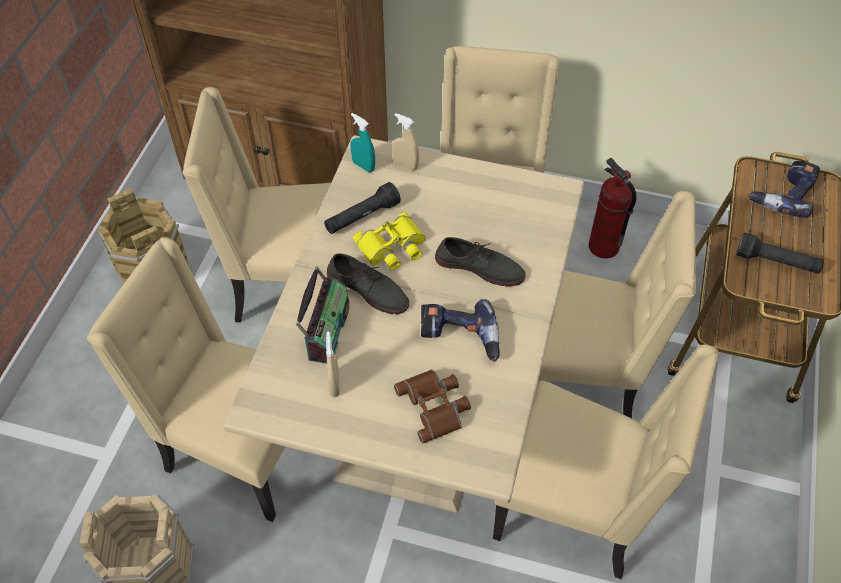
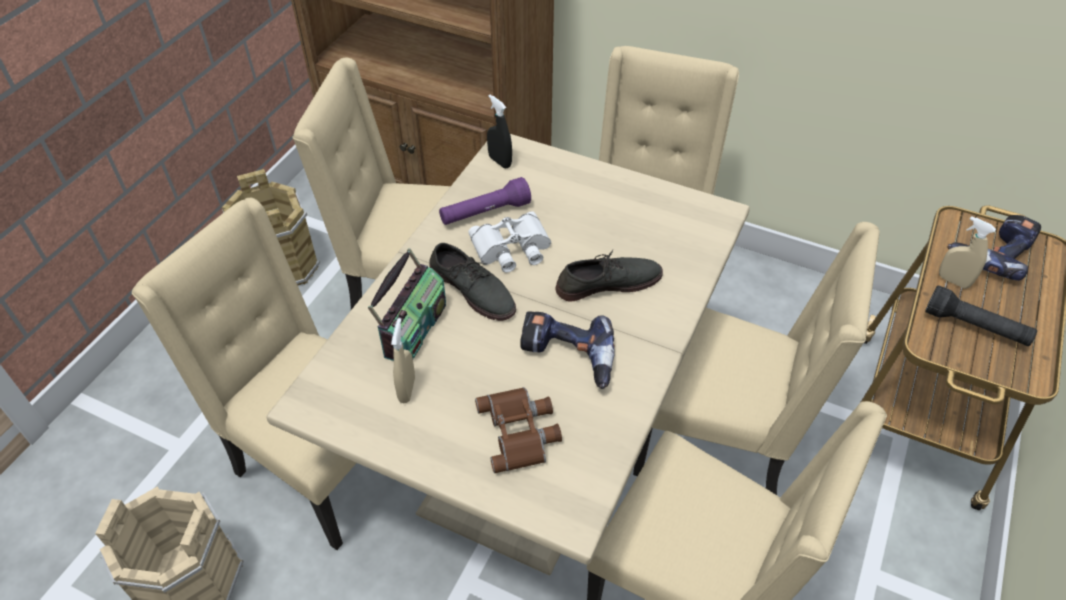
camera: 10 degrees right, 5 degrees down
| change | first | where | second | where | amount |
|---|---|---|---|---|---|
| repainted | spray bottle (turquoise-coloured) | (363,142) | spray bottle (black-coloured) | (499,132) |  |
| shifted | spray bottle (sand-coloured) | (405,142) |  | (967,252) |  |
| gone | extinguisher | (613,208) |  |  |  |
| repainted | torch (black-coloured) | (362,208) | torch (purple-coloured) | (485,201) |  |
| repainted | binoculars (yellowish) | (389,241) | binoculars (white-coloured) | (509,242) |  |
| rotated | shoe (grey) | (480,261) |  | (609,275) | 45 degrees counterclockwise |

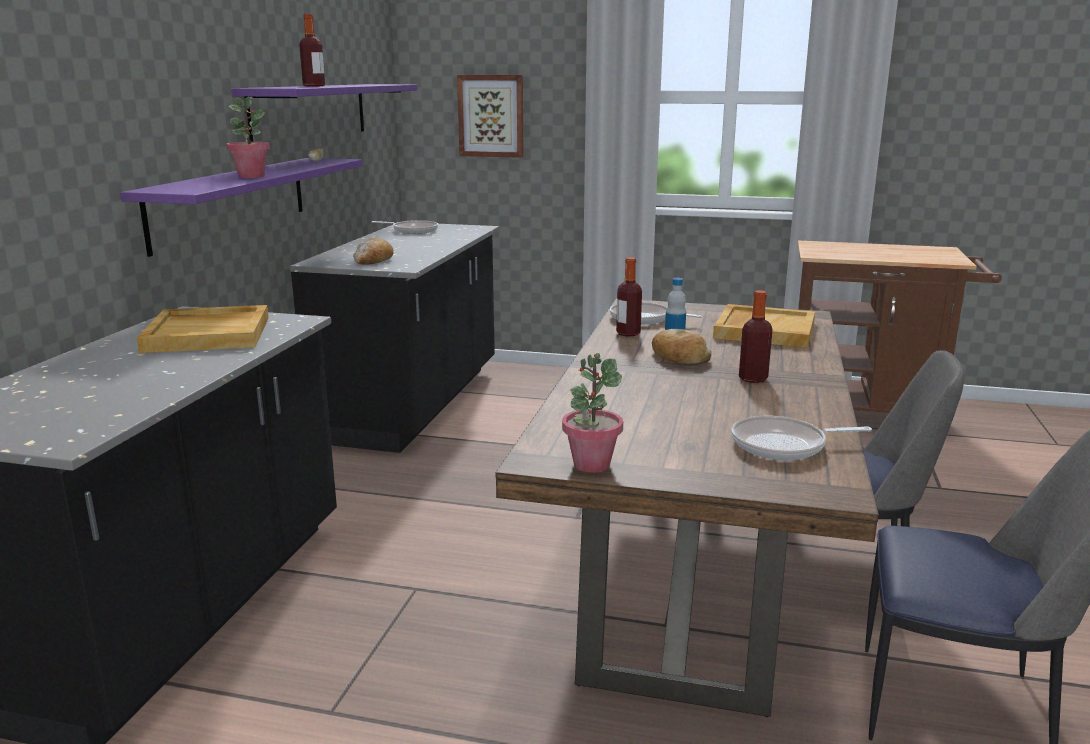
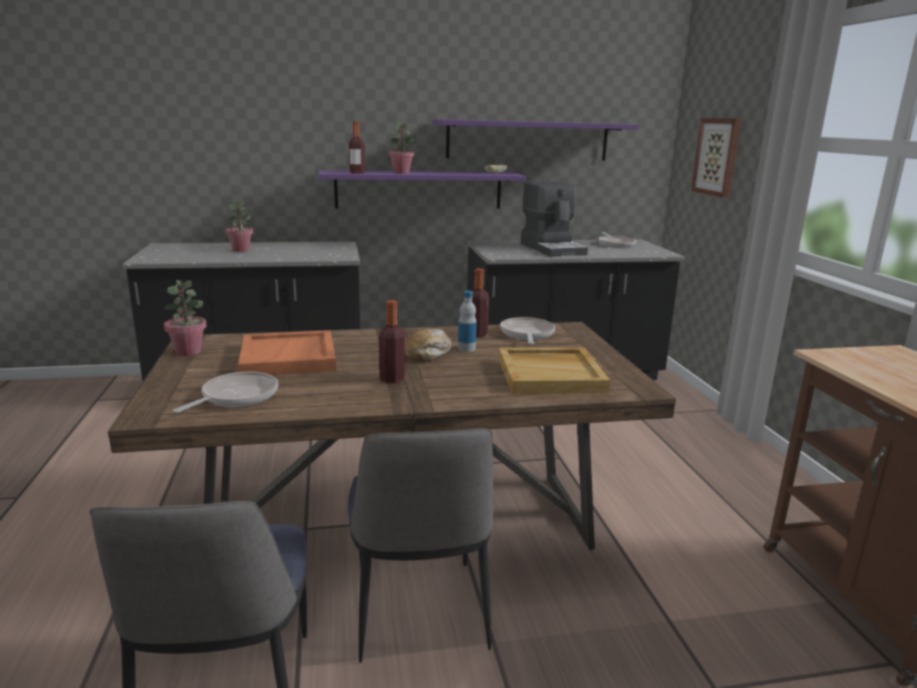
camera: 65 degrees right, 0 degrees up
| change | first | where | second | where | amount |
|---|---|---|---|---|---|
| shifted | bottle | (312,50) |  | (357,147) |  |
| gone | bakery bread | (373,251) |  |  |  |
| gone | serving tray (sand-coloured) | (203,329) |  |  |  |
| rotated | frying pan | (801,438) |  | (225,392) | 60 degrees clockwise |
| new |  |  | coffee brewer | (554,219) |  |
| new |  |  | potted plant | (239,226) |  |
| new |  |  | serving tray (orange) | (287,352) |  |

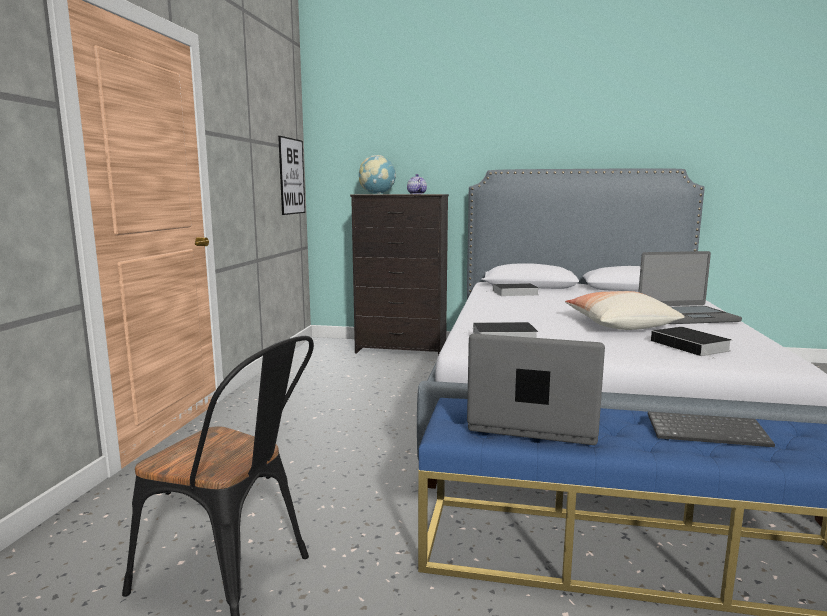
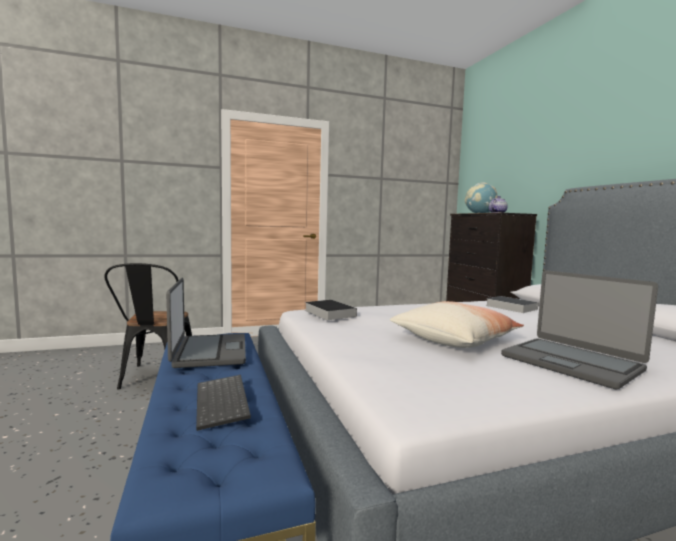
camera: 60 degrees right, 5 degrees down
| change | first | where | second | where | amount |
|---|---|---|---|---|---|
| gone | wall art | (291,175) |  |  |  |
| gone | volume | (691,343) |  |  |  |

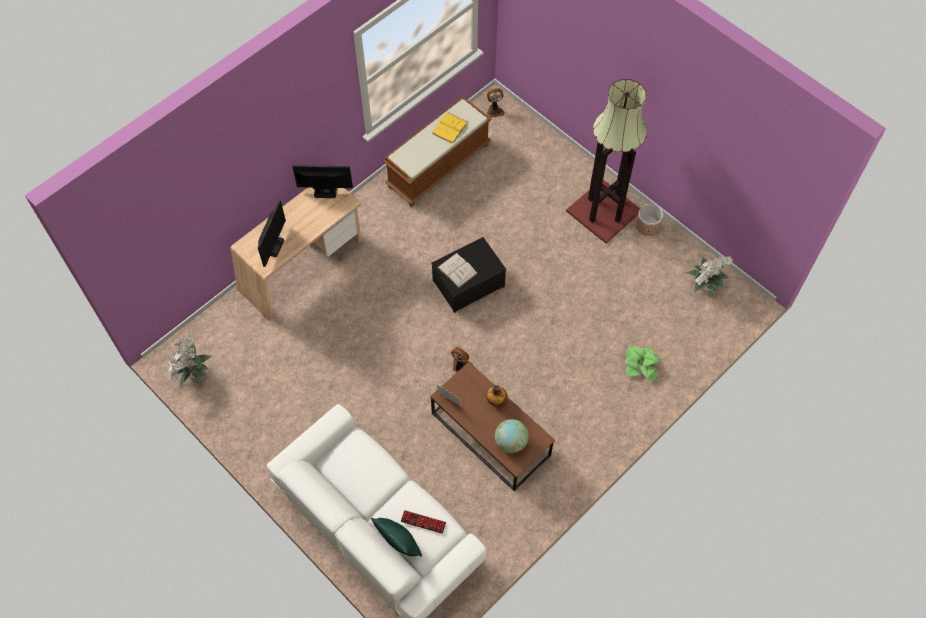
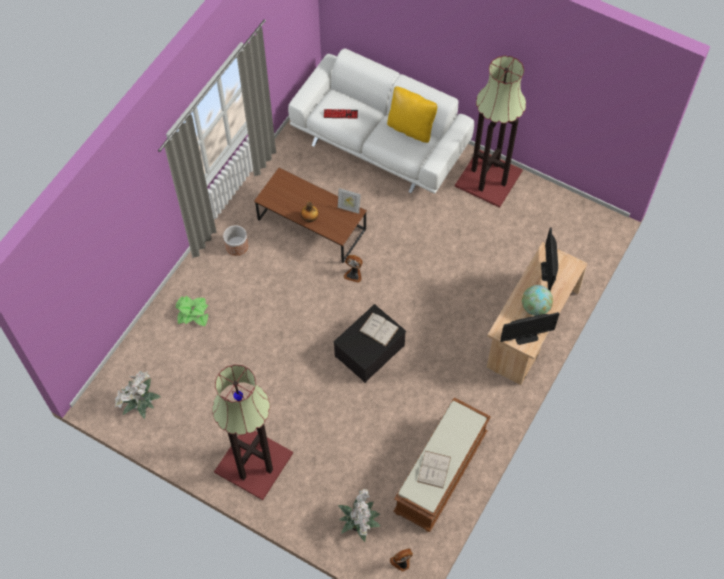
camera: 165 degrees right, 0 degrees up
| change | first | where | second | where | amount |
|---|---|---|---|---|---|
| repainted | volume (yellowish) | (450,128) | volume (white-coloured) | (434,469) |  |
| shifted | flower pot | (649,220) |  | (235,240) |  |
| shifted | potted plant | (190,360) |  | (359,515) |  |
| shifted | globe | (512,436) |  | (537,300) |  |
| gone | pillow (green-coloured) | (396,537) |  |  |  |
| new |  |  | standing lamp | (490,131) |  |
| new |  |  | pillow (yellowish) | (412,114) |  |

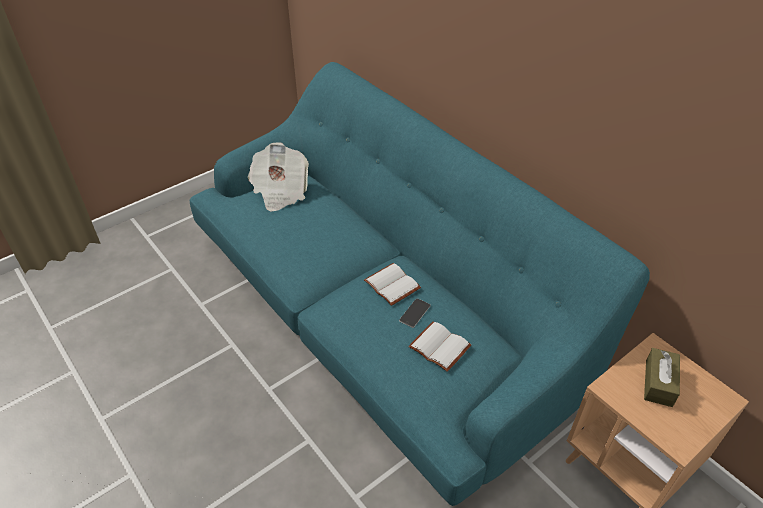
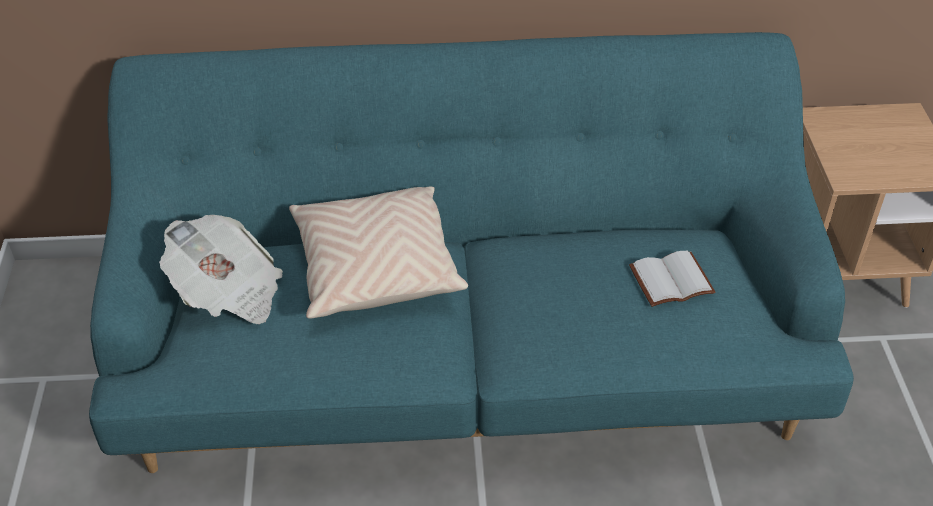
camera: 55 degrees left, 0 degrees up
| change | first | where | second | where | amount |
|---|---|---|---|---|---|
| gone | volume (white-coloured) | (392,284) |  |  |  |
| gone | phone | (415,313) |  |  |  |
| gone | box of tissues (brown-coloured) | (662,377) |  |  |  |
| new |  |  | pillow (sand-coloured) | (378,253) |  |

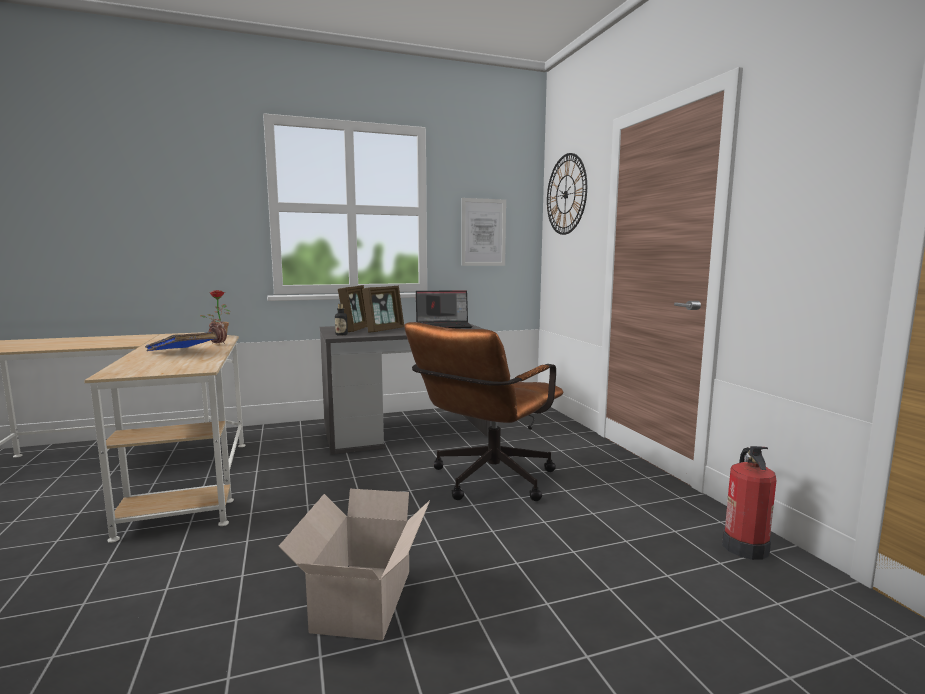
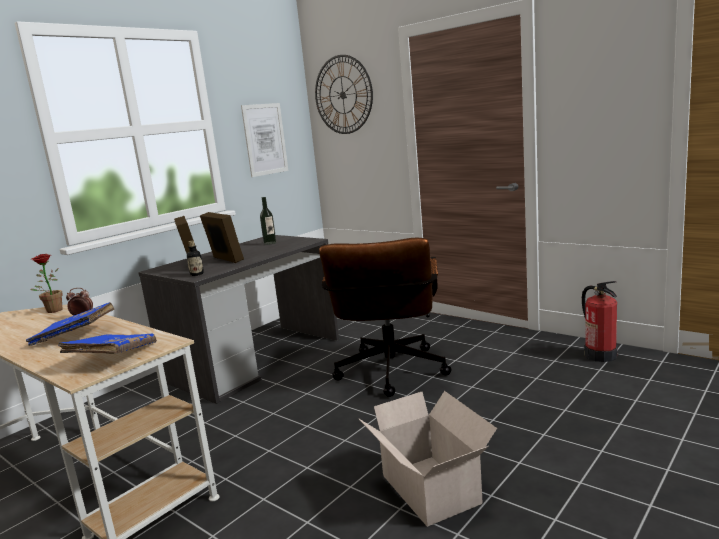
camera: 30 degrees left, 5 degrees up
| change | first | where | second | where | amount |
|---|---|---|---|---|---|
| rotated | standing frame | (383,309) |  | (222,237) | 45 degrees counterclockwise |
| swapped | laptop | (444,309) | bottle | (268,221) |  |
| new |  |  | volume (blue-coloured) | (107,344) |  |

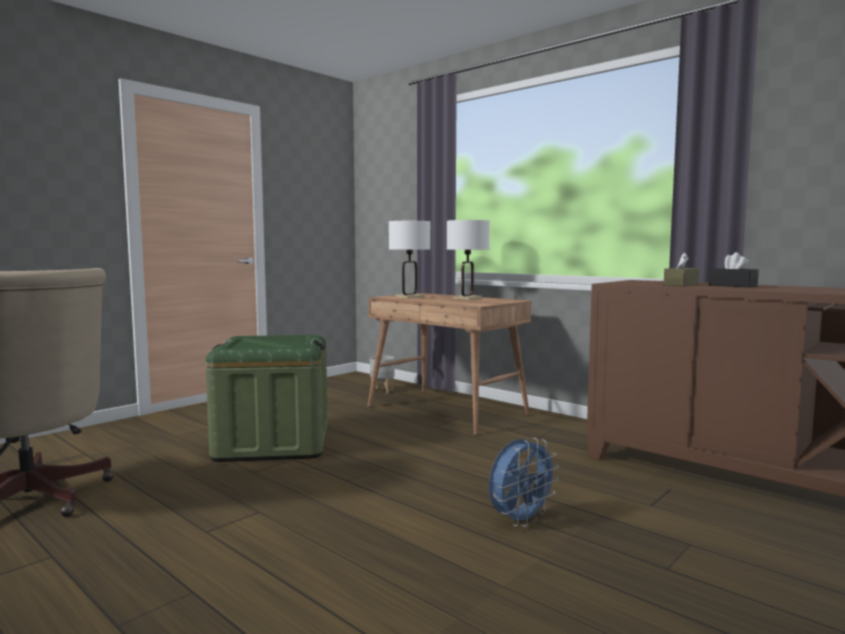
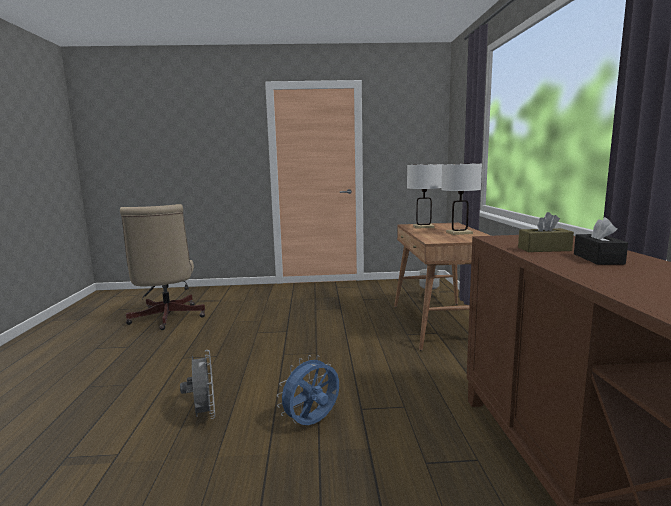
camera: 45 degrees right, 5 degrees up
| change | first | where | second | where | amount |
|---|---|---|---|---|---|
| gone | storage box (green-coloured) | (266,398) |  |  |  |
| rotated | fan (blue-coloured) | (524,482) |  | (308,390) | 135 degrees clockwise |
| new |  |  | fan (grey) | (197,384) |  |

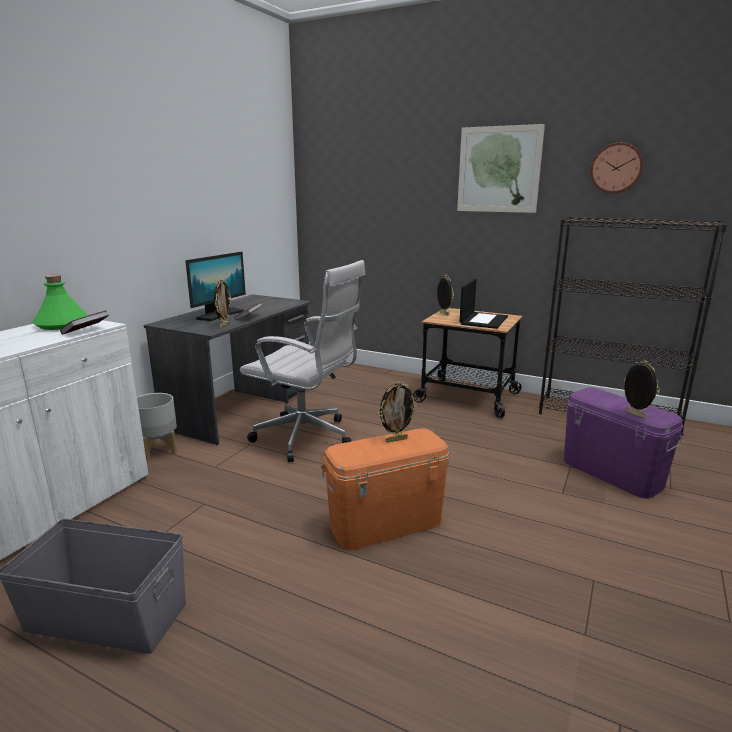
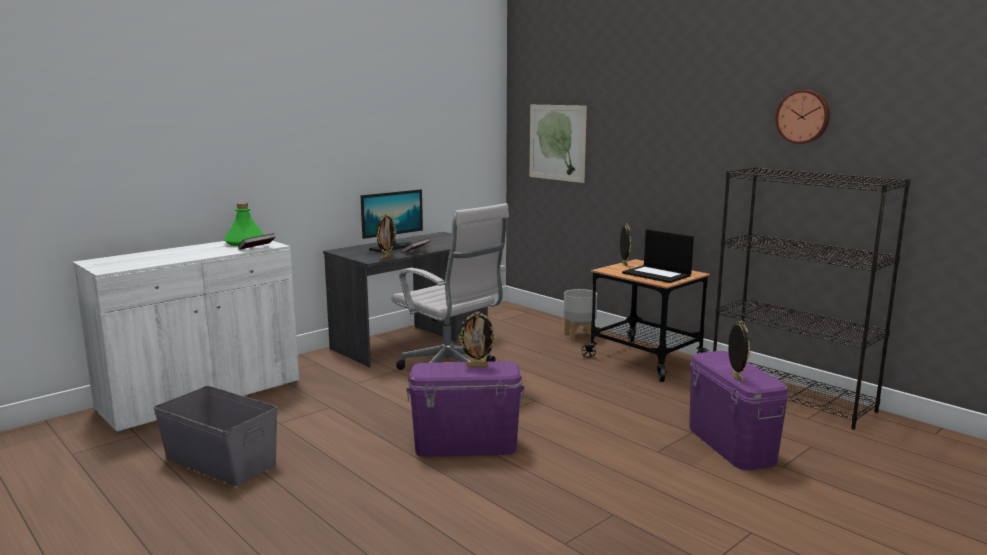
camera: 20 degrees right, 5 degrees down
| change | first | where | second | where | amount |
|---|---|---|---|---|---|
| shifted | wall art | (501,168) |  | (558,144) |  |
| rotated | laptop | (483,304) |  | (658,256) | 90 degrees clockwise |
| shifted | flower pot (grey) | (157,427) |  | (580,315) |  |
| repainted | storage box (orange) | (386,489) | storage box (purple-coloured) | (465,409) |  |

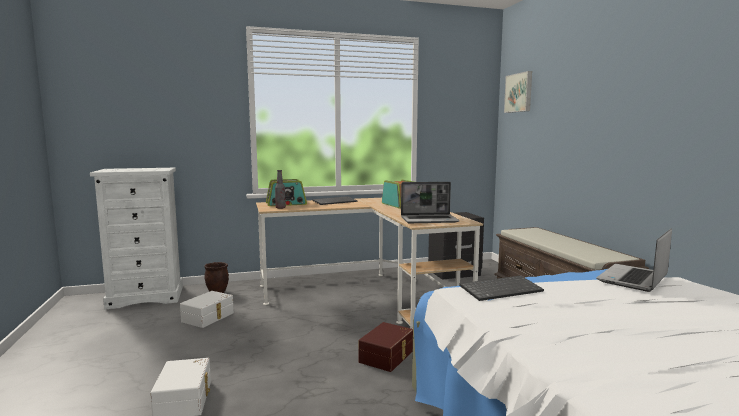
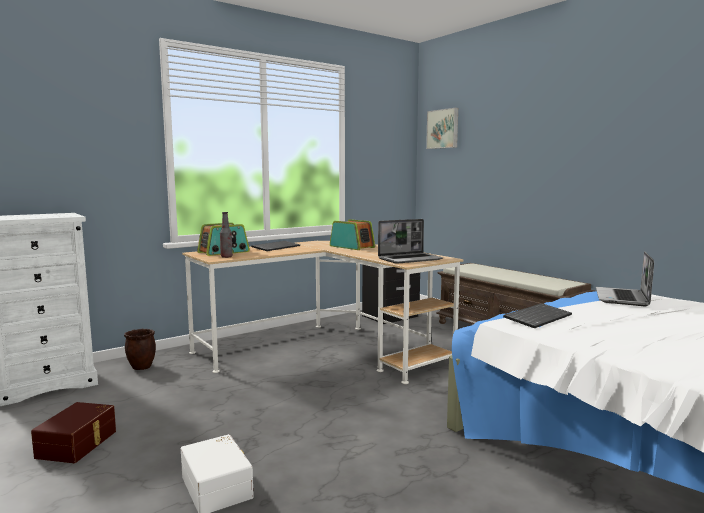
camera: 20 degrees left, 0 degrees up
| change | first | where | second | where | amount |
|---|---|---|---|---|---|
| gone | storage box (white-coloured) | (207,309) |  |  |  |
| shifted | storage box (brown-coloured) | (386,347) |  | (73,432) |  |

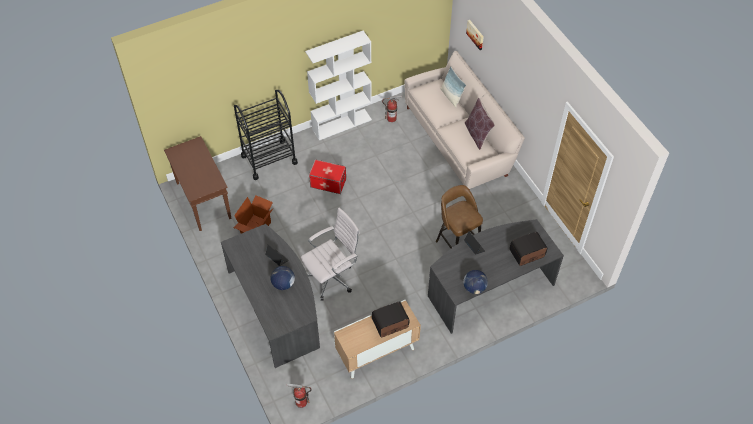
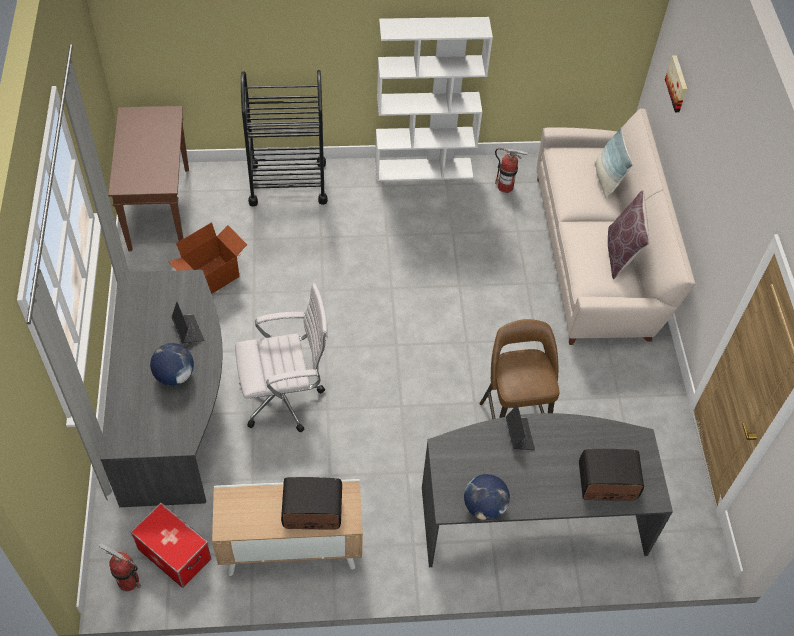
camera: 20 degrees right, 0 degrees up
| change | first | where | second | where | amount |
|---|---|---|---|---|---|
| shifted | storage box | (327,177) |  | (171,545) |  |

